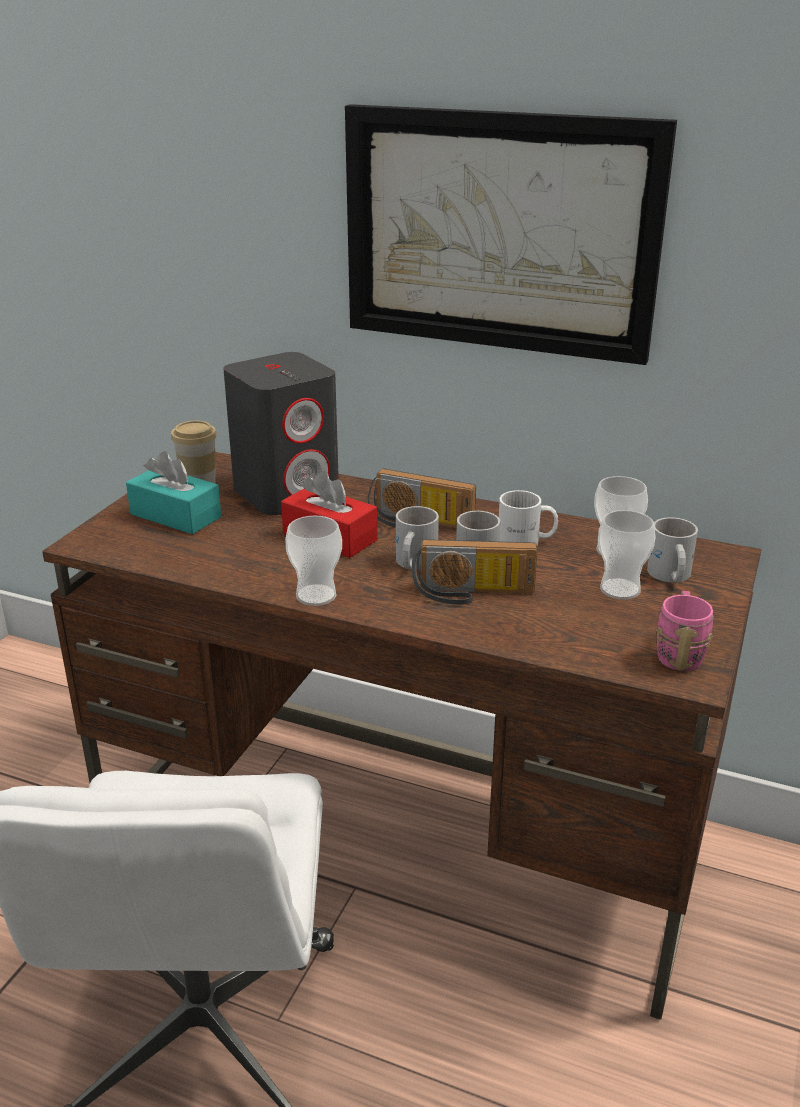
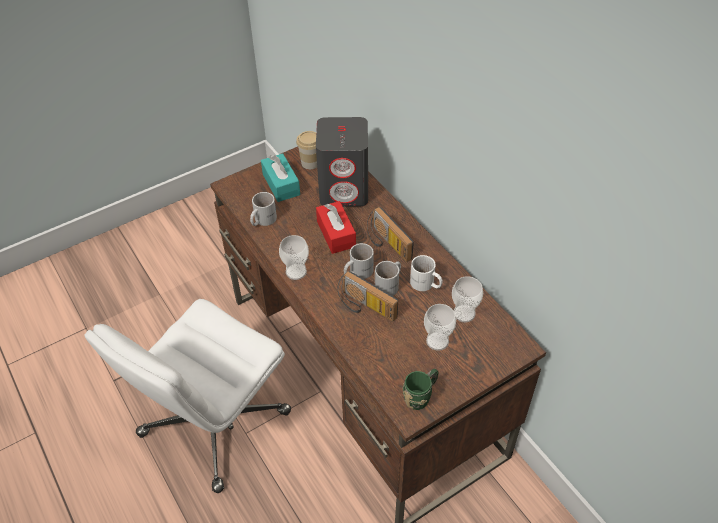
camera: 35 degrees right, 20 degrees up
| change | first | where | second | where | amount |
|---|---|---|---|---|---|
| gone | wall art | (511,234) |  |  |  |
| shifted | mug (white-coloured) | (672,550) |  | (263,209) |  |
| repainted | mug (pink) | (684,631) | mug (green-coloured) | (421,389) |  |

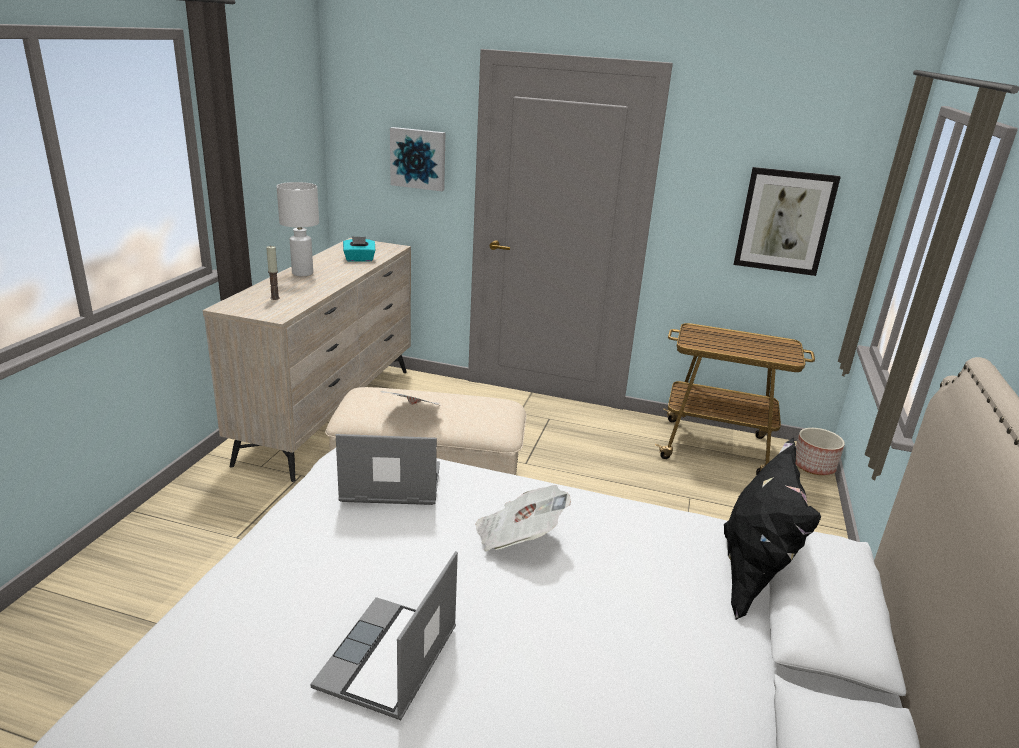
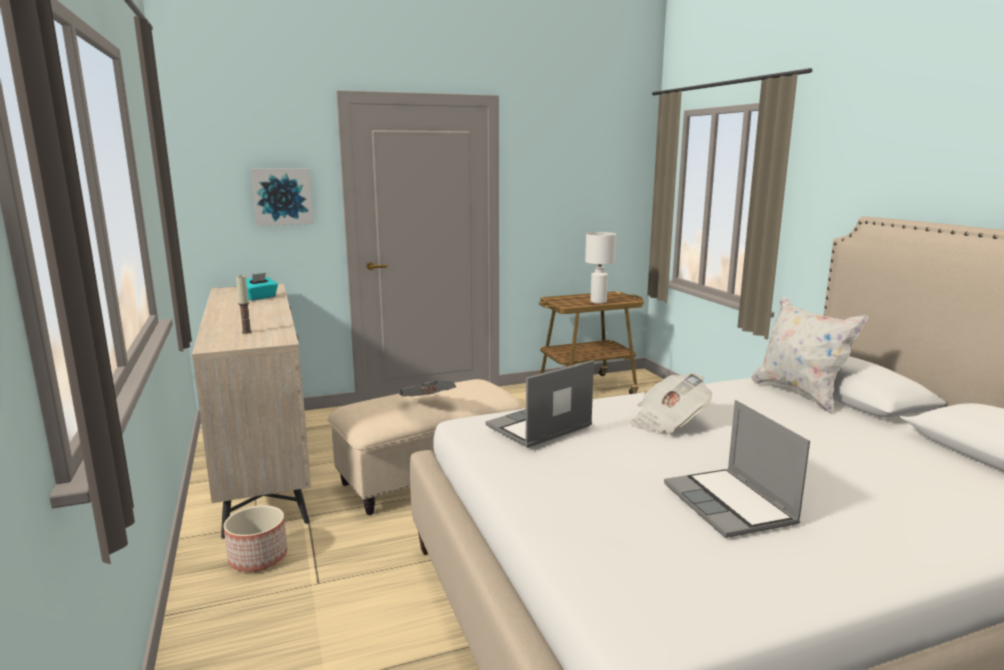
camera: 35 degrees left, 10 degrees down
| change | first | where | second | where | amount |
|---|---|---|---|---|---|
| gone | wall art | (787,221) |  |  |  |
| shifted | lamp for a table (white-coloured) | (298,229) |  | (600,268) |  |
| shifted | flower pot | (820,451) |  | (255,538) |  |
| repainted | pillow (black-coloured) | (772,528) | pillow (white-coloured) | (809,355) |  |

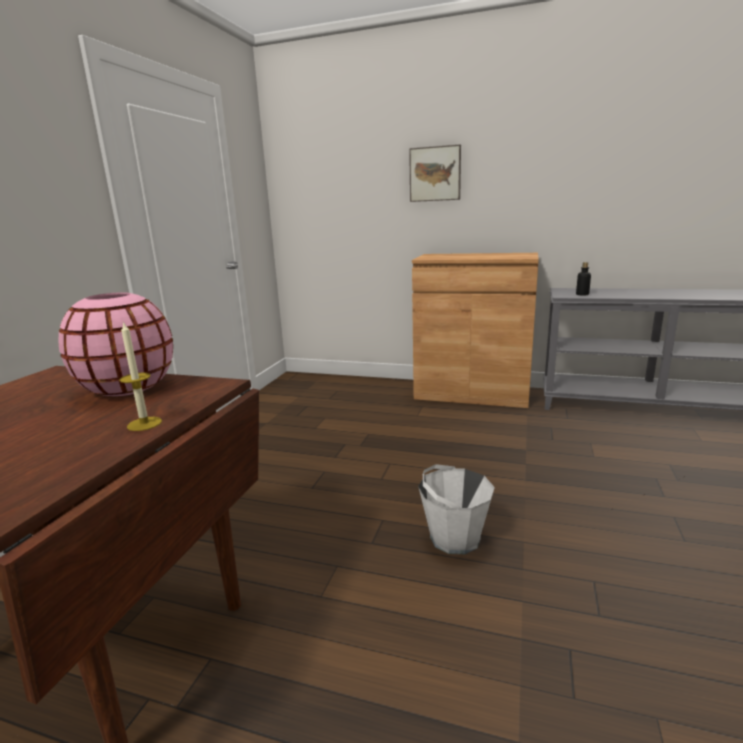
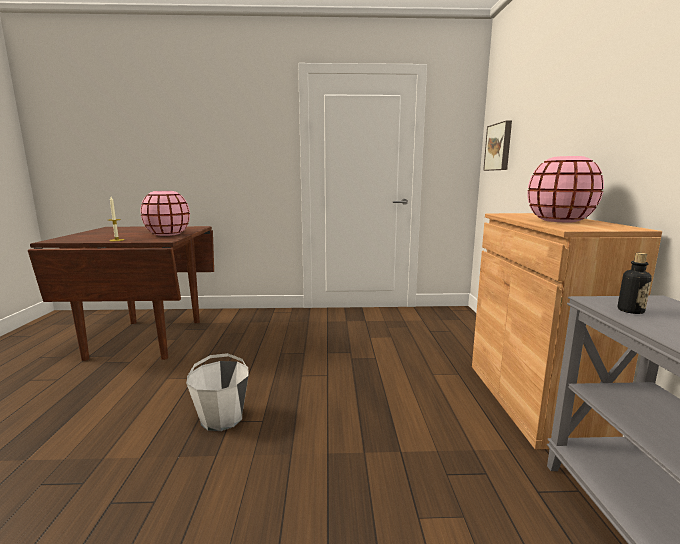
camera: 70 degrees right, 5 degrees down
| change | first | where | second | where | amount |
|---|---|---|---|---|---|
| shifted | wall art | (435,173) |  | (497,145) |  |
| new |  |  | vase (pink) | (565,189) |  |

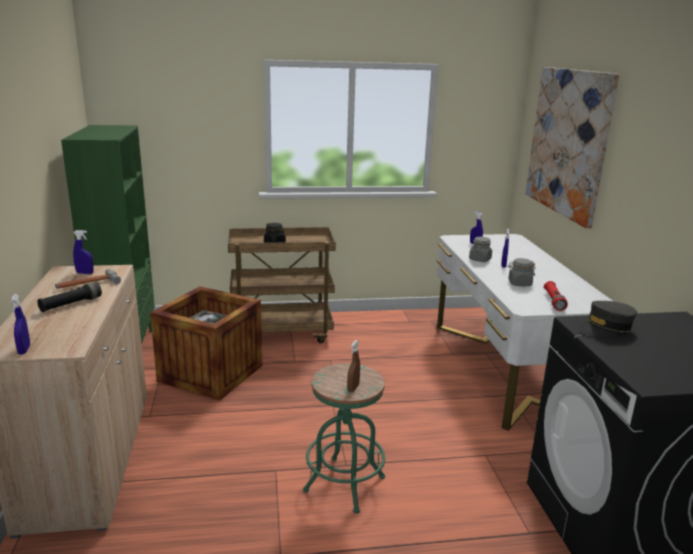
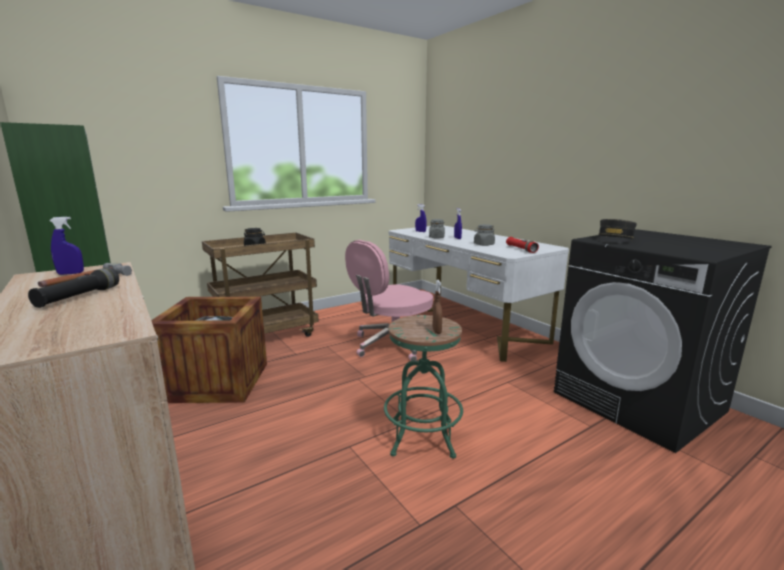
camera: 25 degrees left, 5 degrees down
| change | first | where | second | where | amount |
|---|---|---|---|---|---|
| gone | wall art | (572,147) |  |  |  |
| gone | spray bottle (blue-coloured) | (20,324) |  |  |  |
| new |  |  | computer chair (pink) | (389,300) |  |

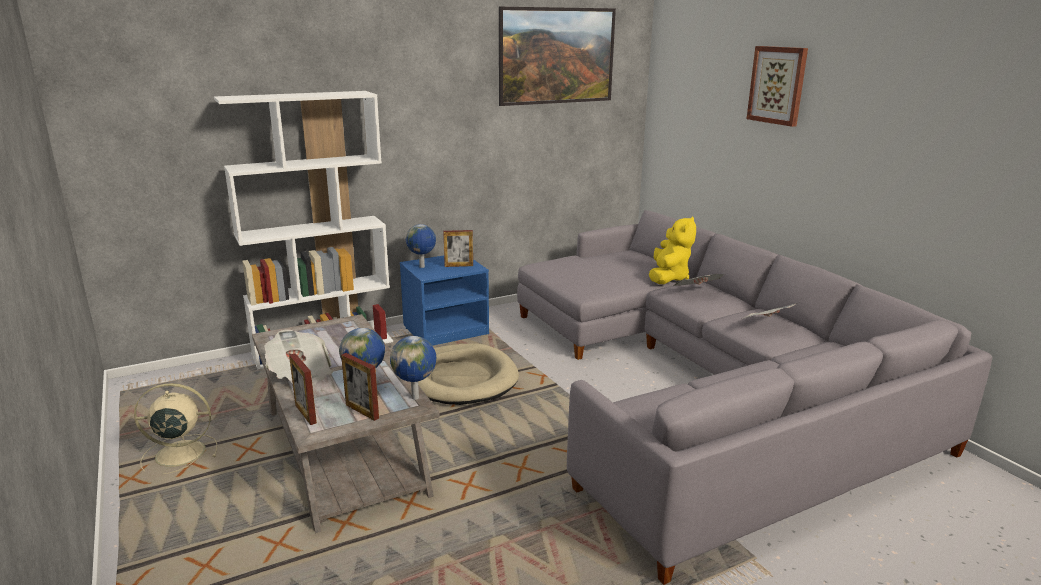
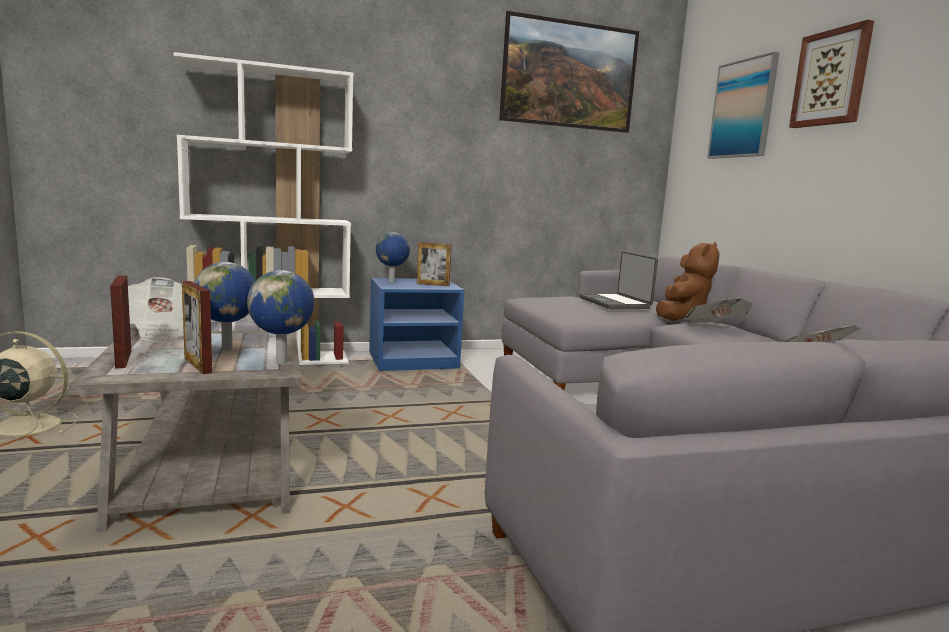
camera: 10 degrees right, 10 degrees down
| change | first | where | second | where | amount |
|---|---|---|---|---|---|
| repainted | soft toy (yellowish) | (672,250) | soft toy (brown-coloured) | (687,281) |  |
| gone | dog cushion (sand-coloured) | (468,374) |  |  |  |
| new |  |  | wall art | (743,105) |  |
| new |  |  | laptop | (618,280) |  |

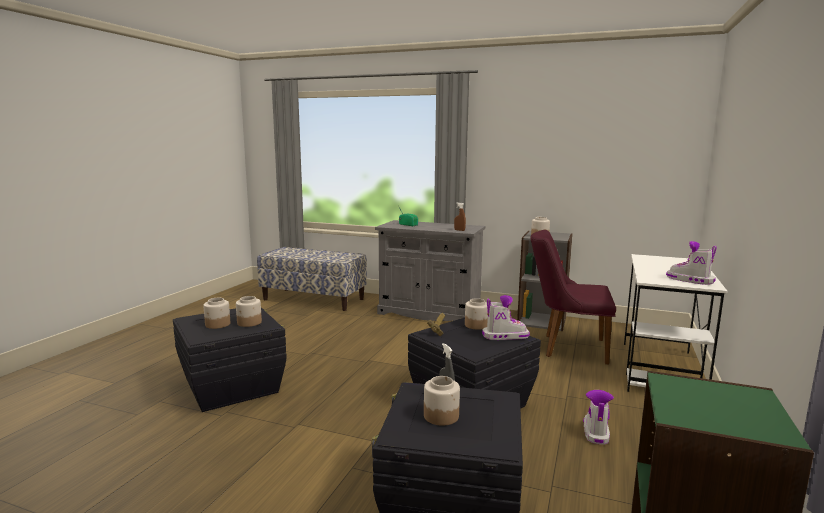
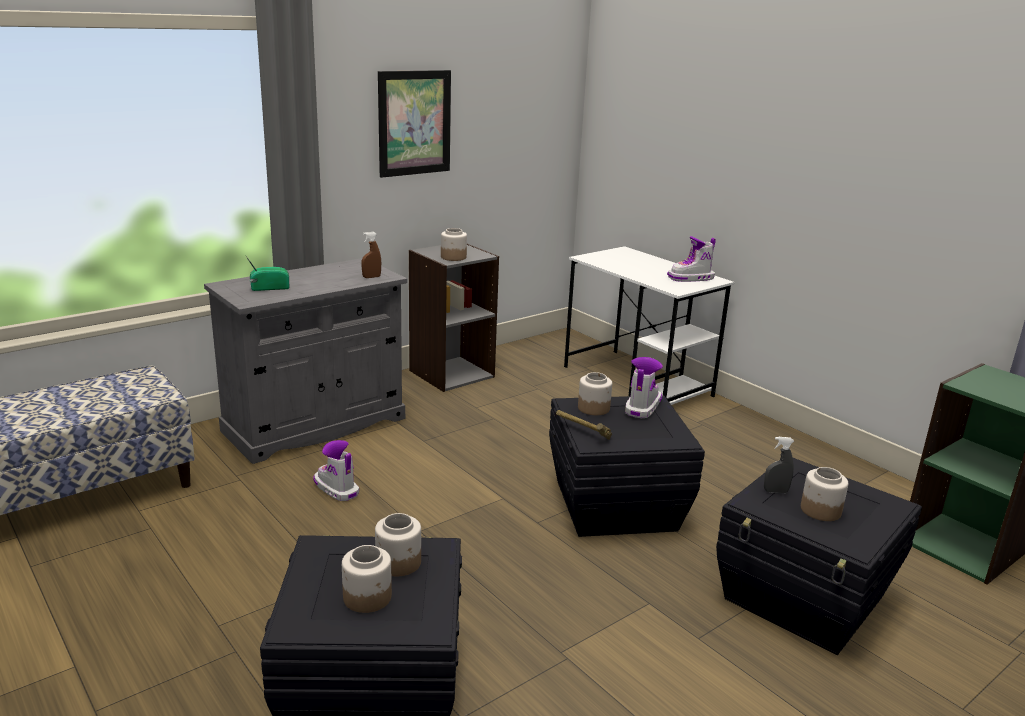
camera: 60 degrees left, 10 degrees up
| change | first | where | second | where | amount |
|---|---|---|---|---|---|
| gone | upright chair (purple-coloured) | (573,297) |  |  |  |
| shifted | high-top boot | (598,417) |  | (336,470) |  |
| new |  |  | wall art | (414,124) |  |

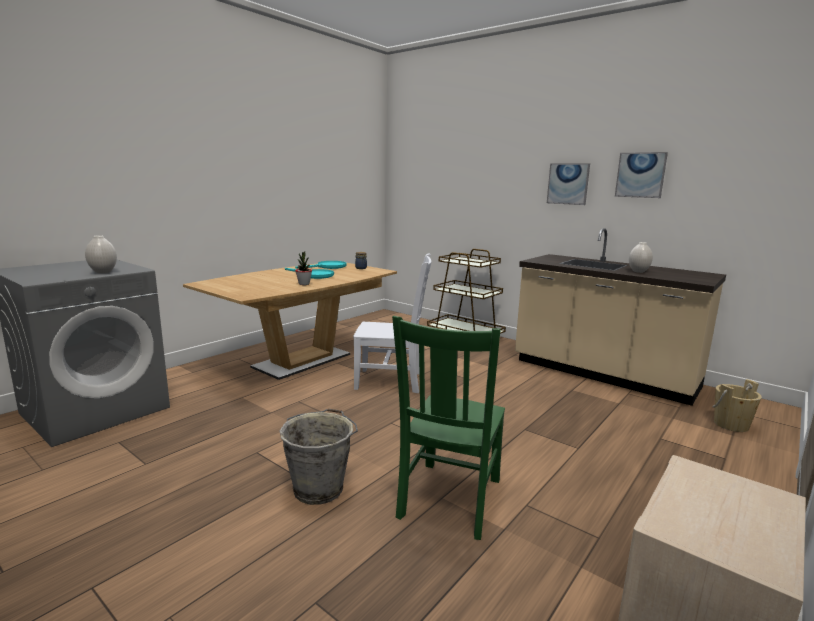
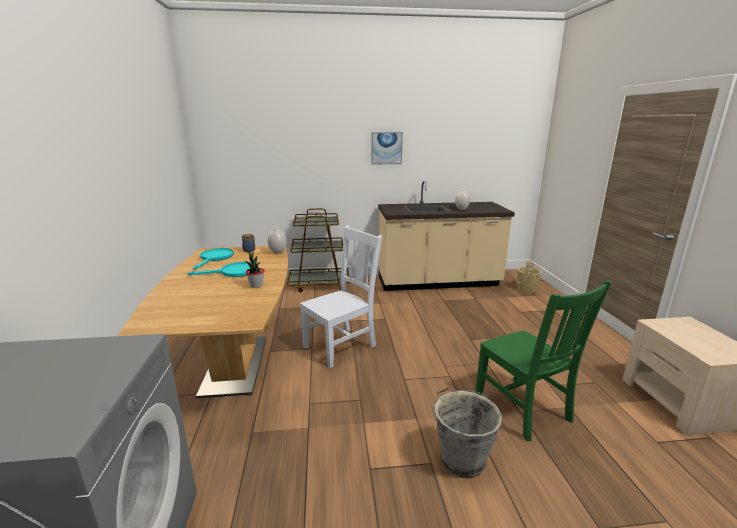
camera: 45 degrees left, 5 degrees up
| change | first | where | second | where | amount |
|---|---|---|---|---|---|
| gone | wall art | (641,175) |  |  |  |
| shifted | vase (white-coloured) | (101,254) |  | (277,240) |  |

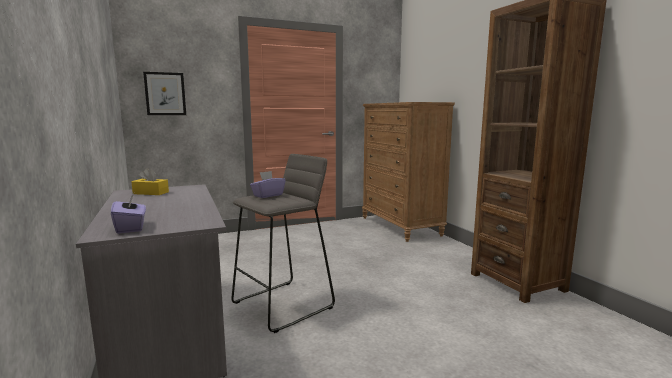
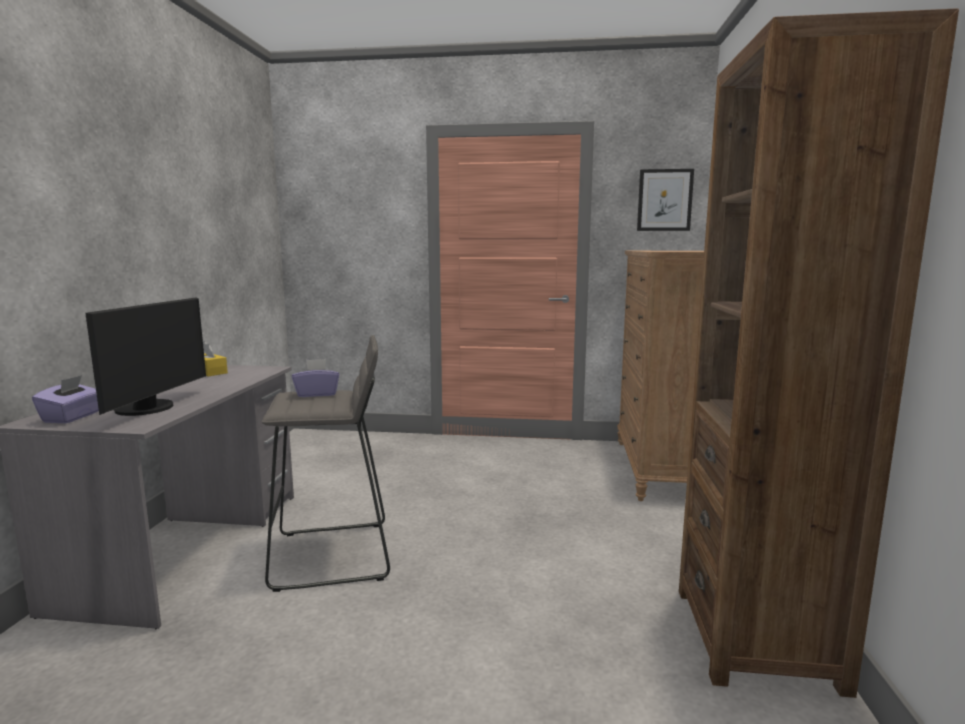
camera: 30 degrees right, 0 degrees up
| change | first | where | second | where | amount |
|---|---|---|---|---|---|
| shifted | wall art | (164,93) |  | (665,200) |  |
| new |  |  | computer screen | (145,356) |  |

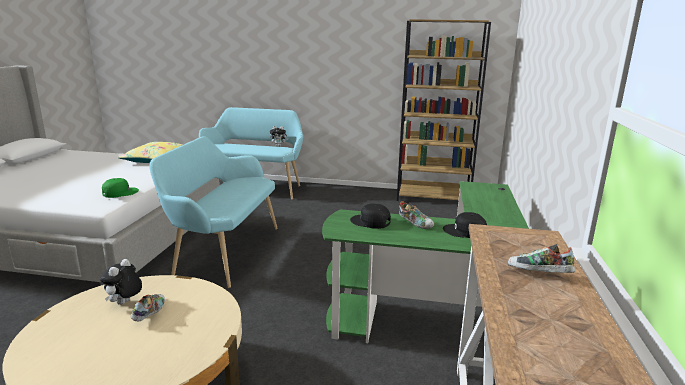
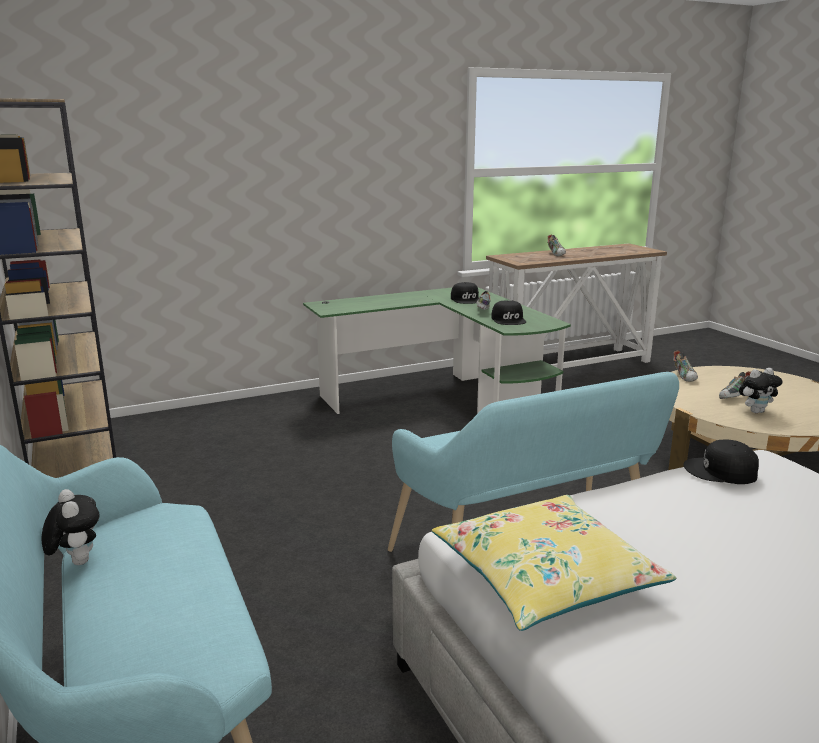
camera: 125 degrees left, 0 degrees up
| change | first | where | second | where | amount |
|---|---|---|---|---|---|
| repainted | peaked cap (green-coloured) | (120,188) | peaked cap (black-coloured) | (721,462) |  |
| new |  |  | shoe | (685,366) |  |

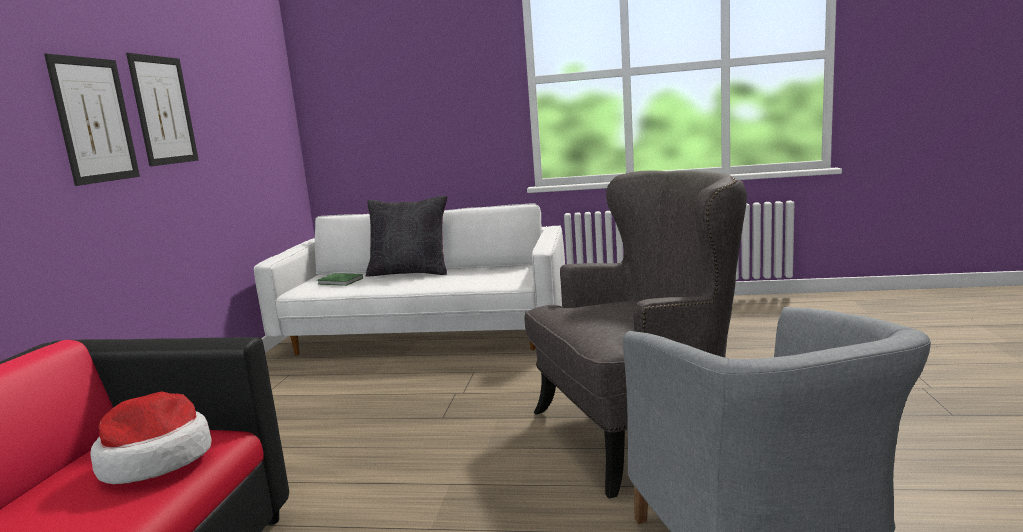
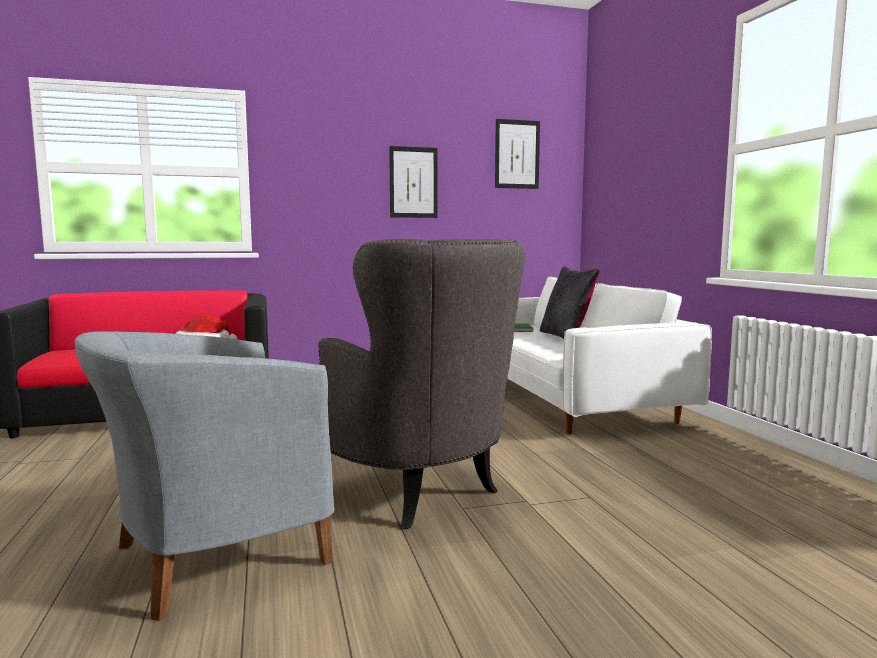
camera: 65 degrees right, 5 degrees down
| change | first | where | second | where | amount |
|---|---|---|---|---|---|
| shifted | wall art | (92,120) |  | (517,154) |  |

